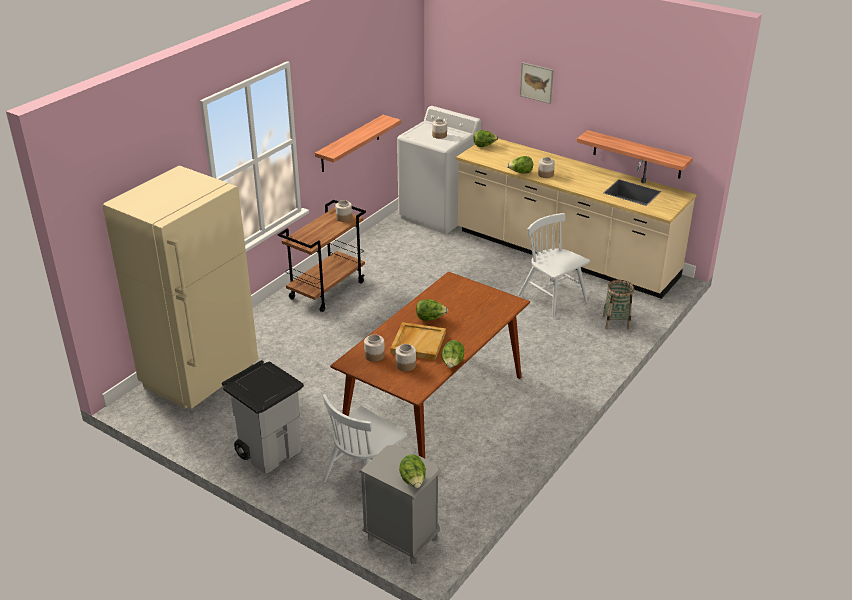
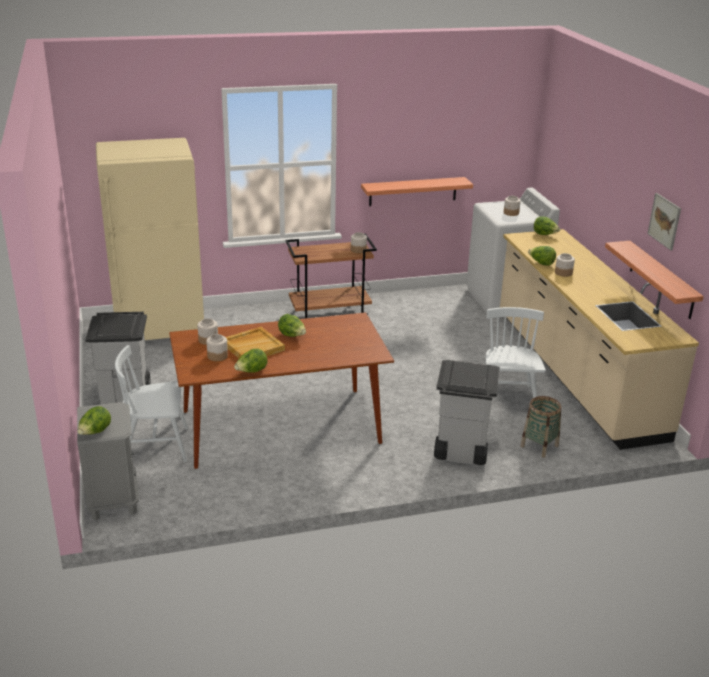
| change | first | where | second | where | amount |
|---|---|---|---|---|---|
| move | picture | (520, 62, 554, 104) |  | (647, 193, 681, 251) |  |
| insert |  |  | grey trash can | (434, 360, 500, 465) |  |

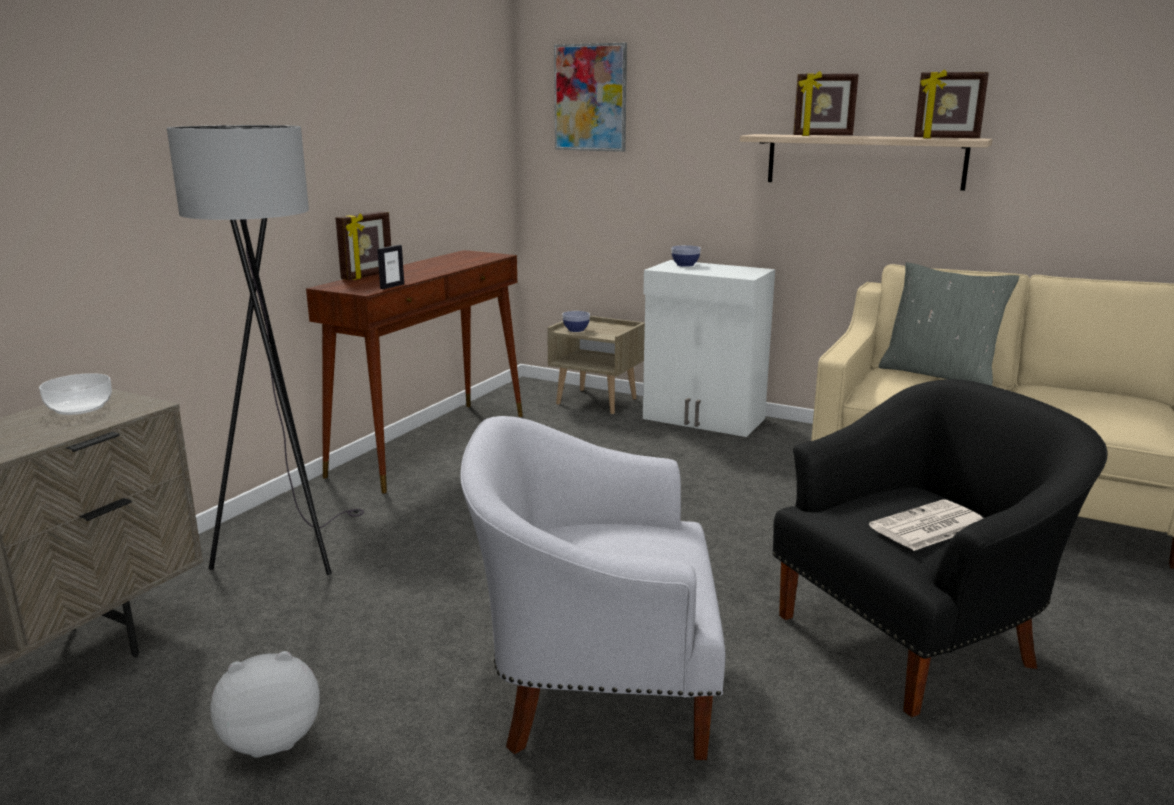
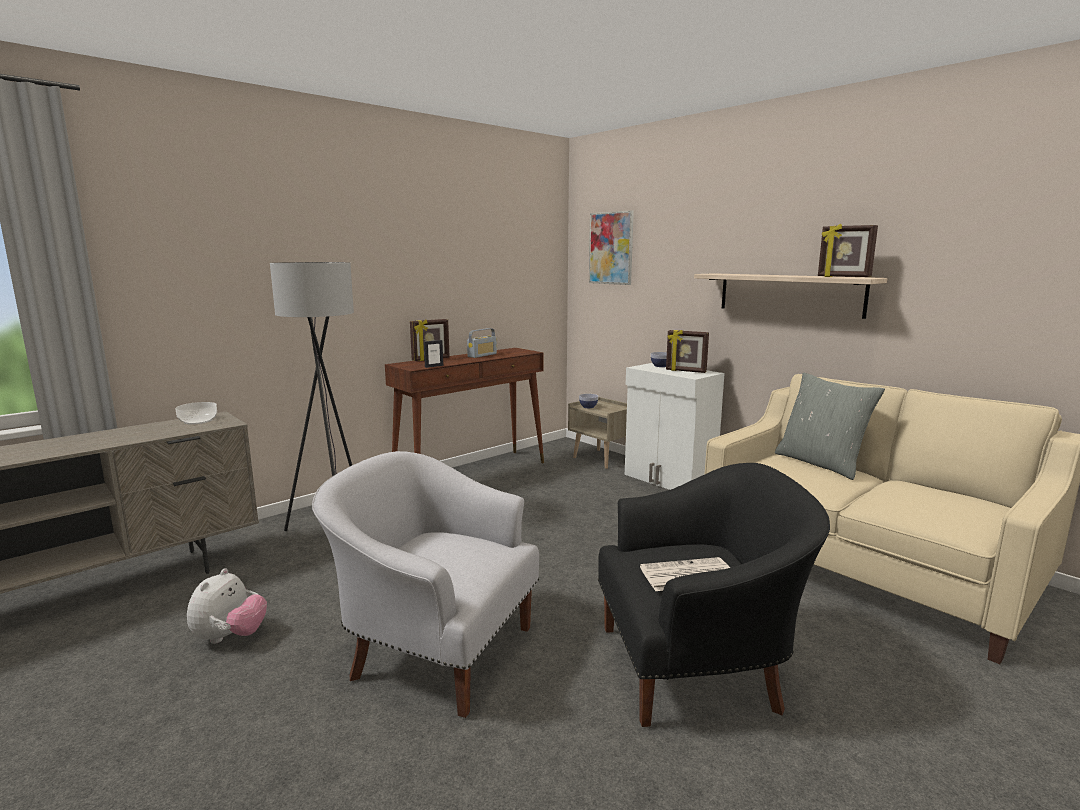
| change | first | where | second | where | amount |
|---|---|---|---|---|---|
| move | picture frame | (793, 71, 859, 136) |  | (666, 330, 709, 373) |  |
| rotate | plush toy | (210, 651, 319, 758) |  | (187, 568, 267, 644) | 105 degrees clockwise |
| insert |  |  | radio | (467, 328, 497, 358) |  |

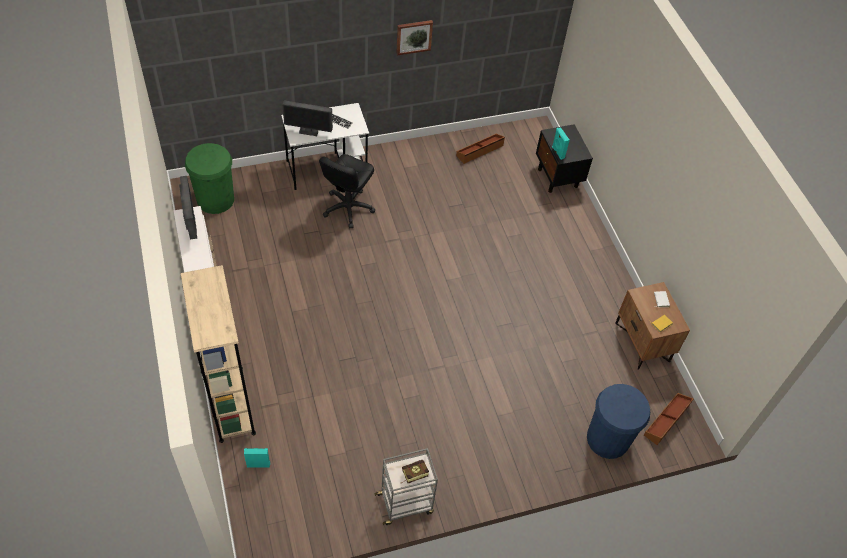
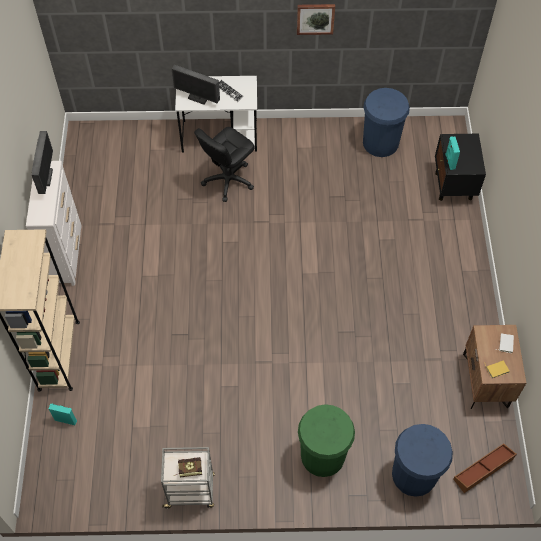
| change | first | where | second | where | amount |
|---|---|---|---|---|---|
| replace | brown storage box | (456, 134, 505, 164) | blue trash can | (363, 88, 410, 157) |  |
| move | green trash can | (185, 143, 234, 214) |  | (298, 404, 355, 477) |  |

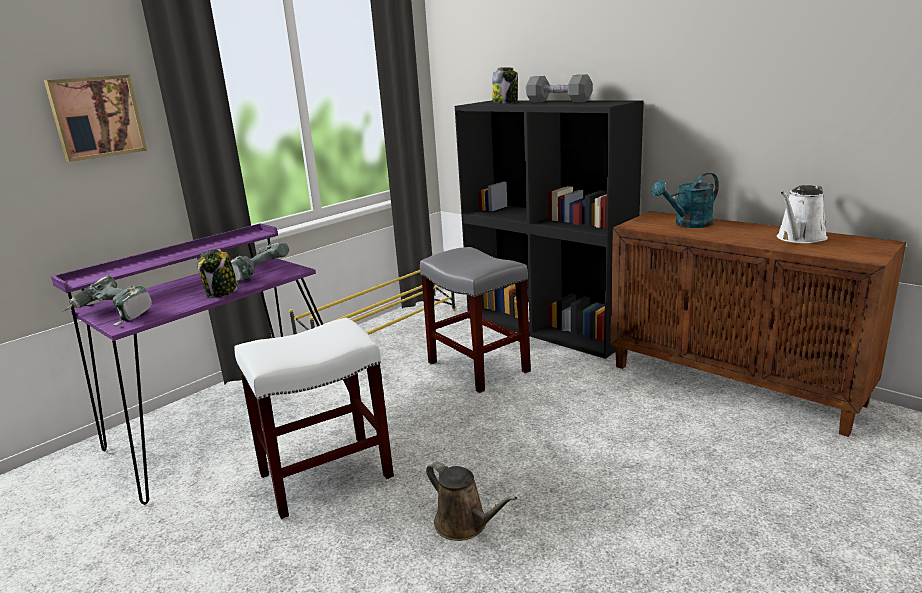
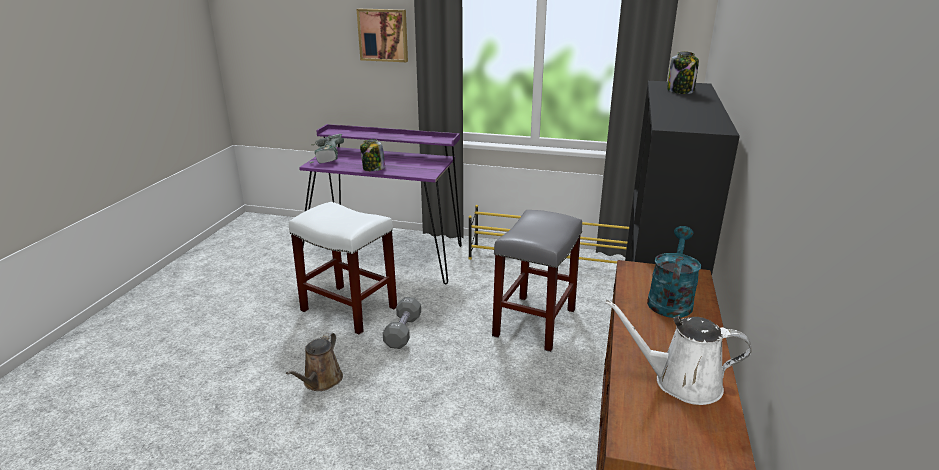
| change | first | where | second | where | amount |
|---|---|---|---|---|---|
| move | grey dumbbell | (526, 74, 593, 102) |  | (383, 297, 421, 349) |  |
| rotate | turquoise watering can | (652, 173, 719, 228) |  | (647, 226, 701, 318) | 75 degrees clockwise |
| delete | power drill | (231, 243, 289, 281) |  |  |  |

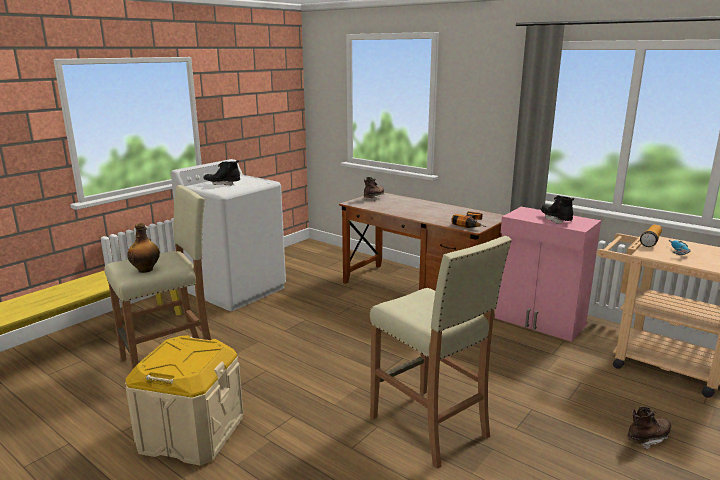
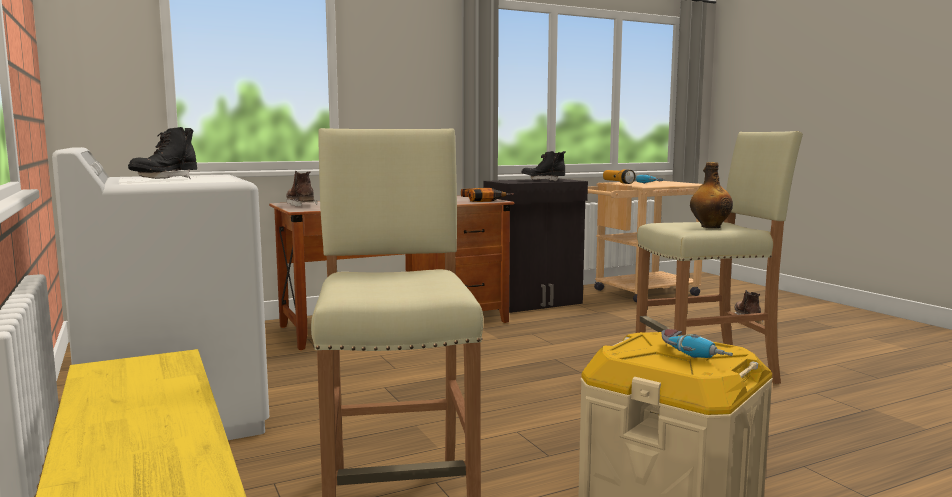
| change | first | where | second | where | amount |
|---|---|---|---|---|---|
| recolor | pink cabinet | (495, 207, 601, 342) | black cabinet | (483, 179, 588, 313) |  |
| move | bottle | (127, 223, 160, 273) |  | (690, 162, 733, 228) |  |
| insert |  |  | power drill | (662, 329, 733, 358) |  |

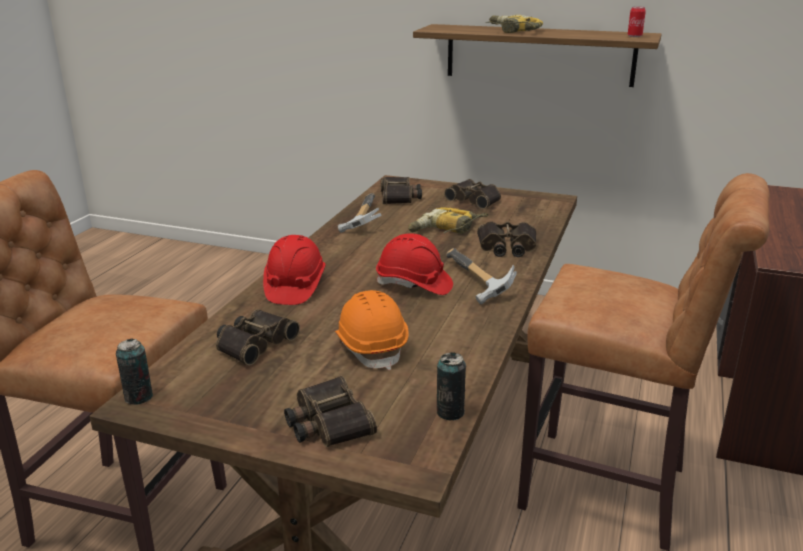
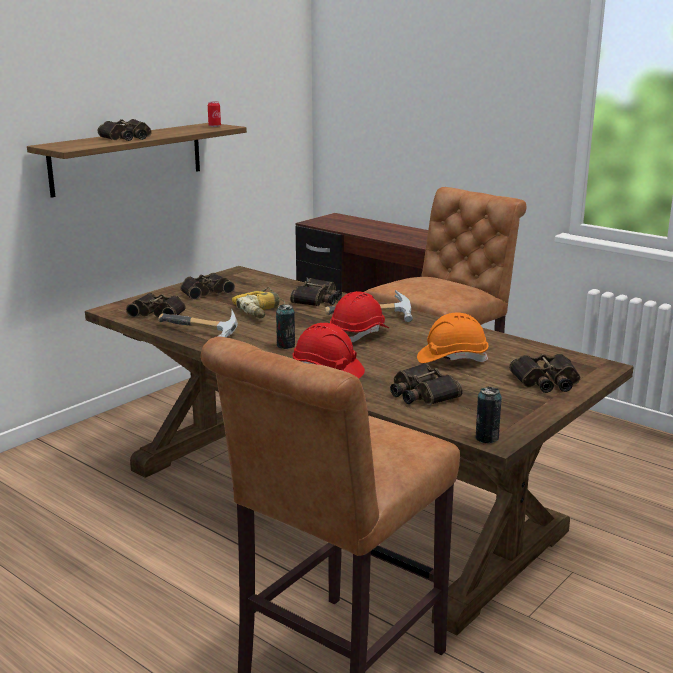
| change | first | where | second | where | amount |
|---|---|---|---|---|---|
| replace | power drill | (485, 15, 543, 33) | binoculars | (98, 119, 152, 141) |  |
| move | can | (437, 352, 466, 420) |  | (276, 304, 295, 349) |  |

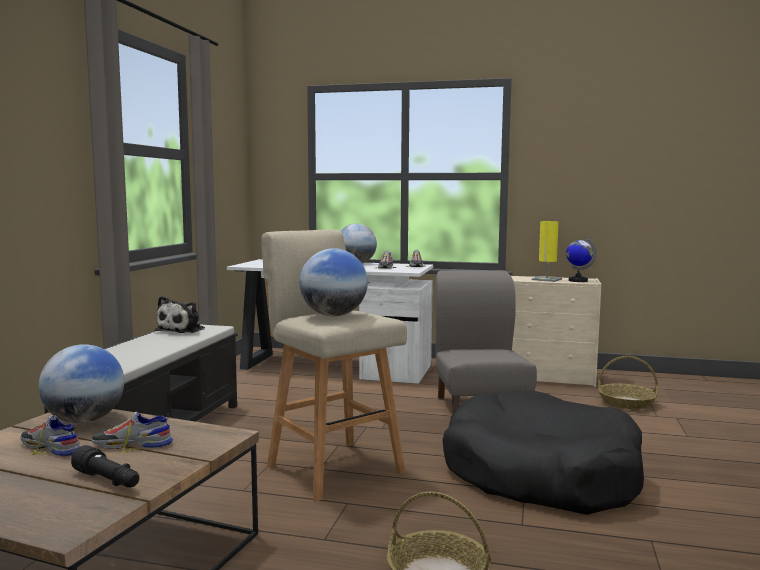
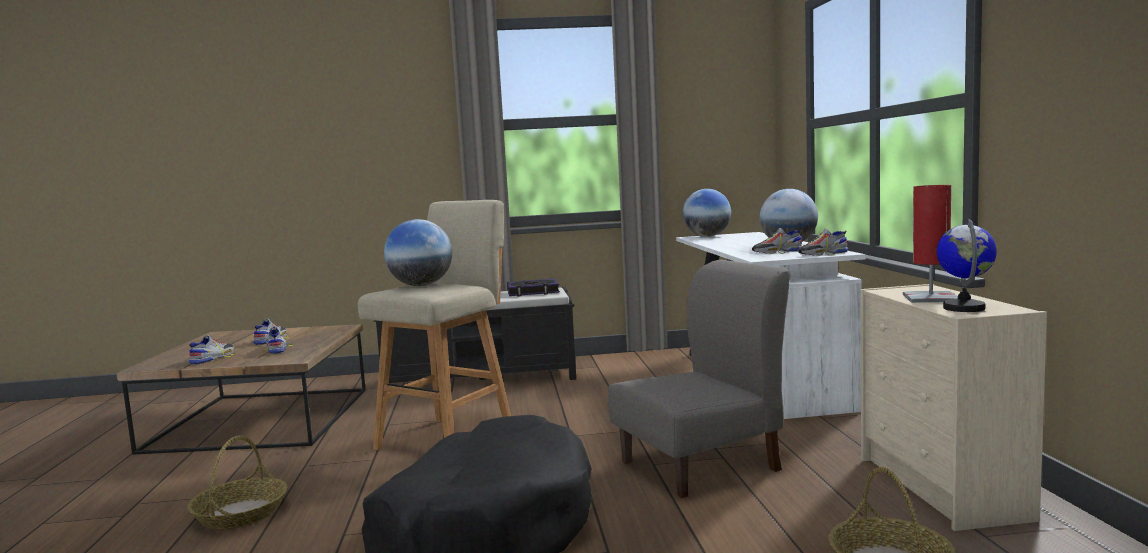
| change | first | where | second | where | amount |
|---|---|---|---|---|---|
| recolor | yellow table lamp | (532, 221, 562, 282) | red table lamp | (903, 185, 958, 303) |  |
| replace | plush toy | (155, 296, 205, 333) | book | (507, 278, 560, 297) |  |
| move | globe | (39, 344, 124, 423) |  | (683, 189, 731, 237) |  |
| replace | black flashlight | (71, 445, 139, 488) | shoe | (189, 335, 234, 365) |  |

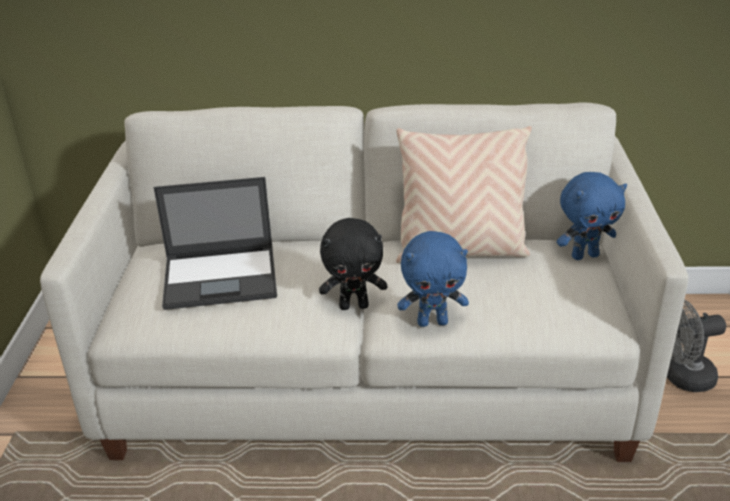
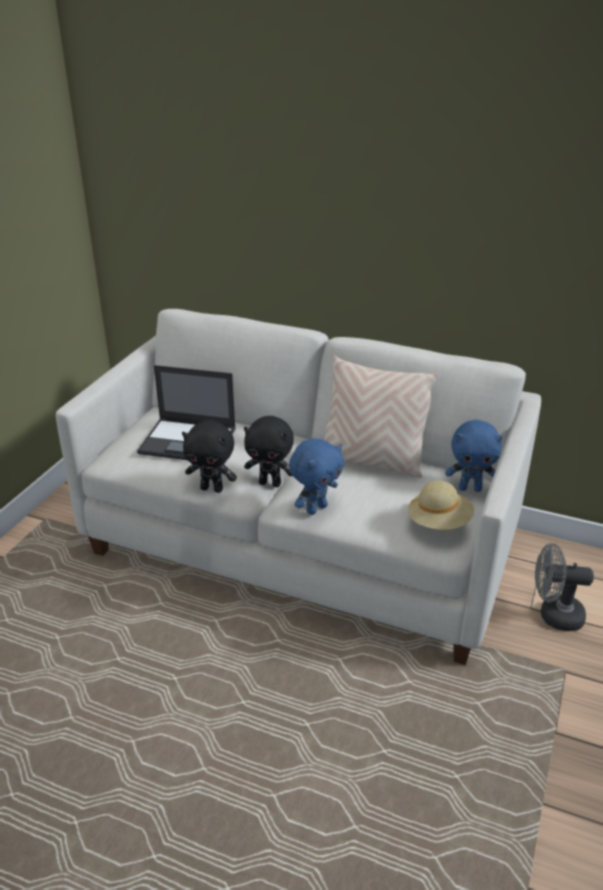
| change | first | where | second | where | amount |
|---|---|---|---|---|---|
| rotate | blue plush toy | (397, 231, 469, 327) |  | (289, 439, 344, 515) | 60 degrees counterclockwise |
| insert |  |  | black plush toy | (182, 420, 237, 493) |  |
| insert |  |  | beige hat | (408, 481, 474, 530) |  |

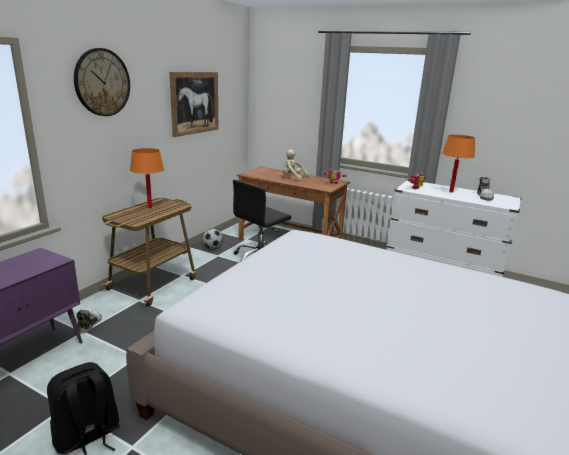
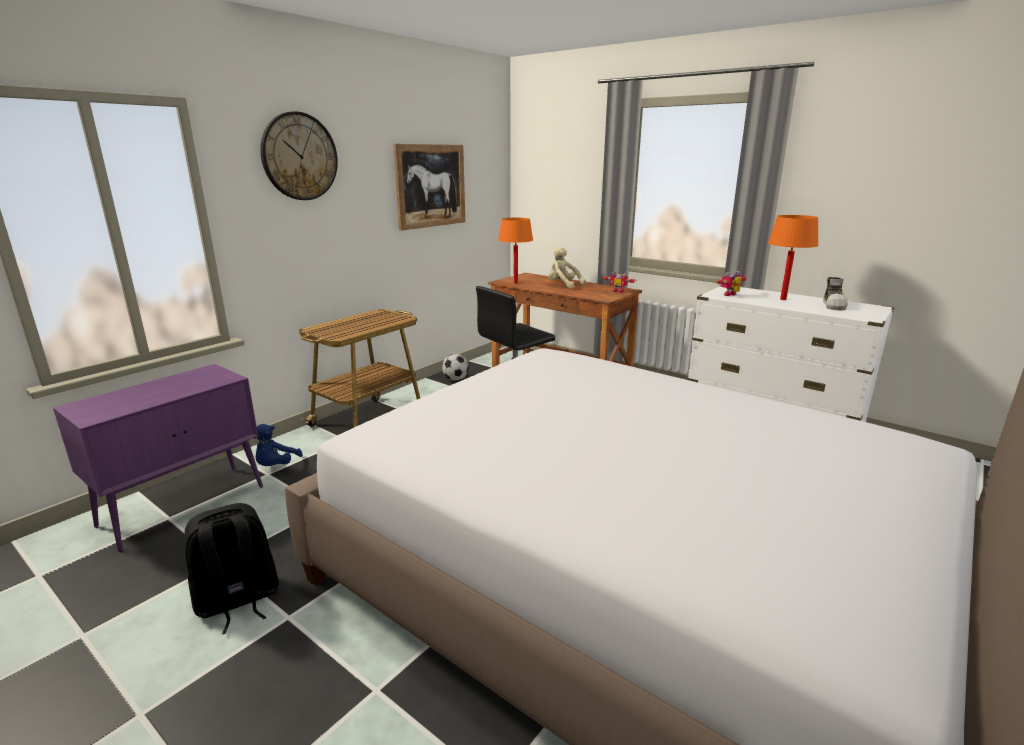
| change | first | where | second | where | amount |
|---|---|---|---|---|---|
| move | orange table lamp | (130, 148, 164, 209) |  | (498, 218, 533, 283) |  |
| replace | shoe | (76, 309, 102, 334) | blue plush toy | (255, 424, 303, 466) |  |

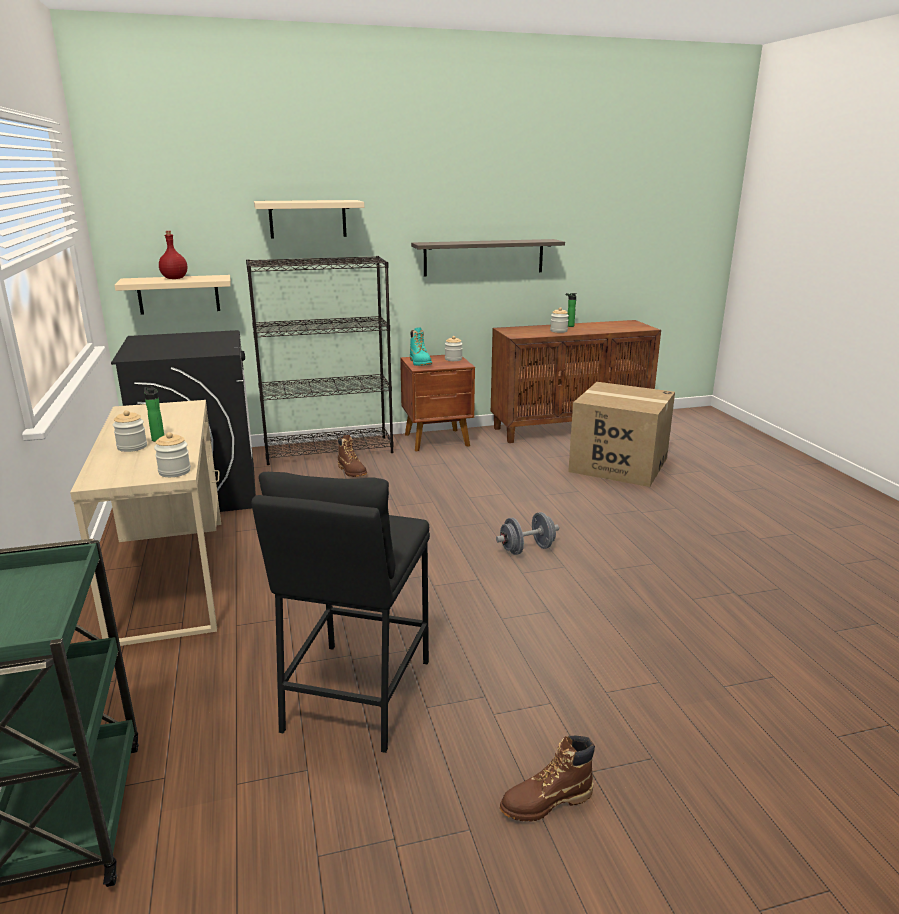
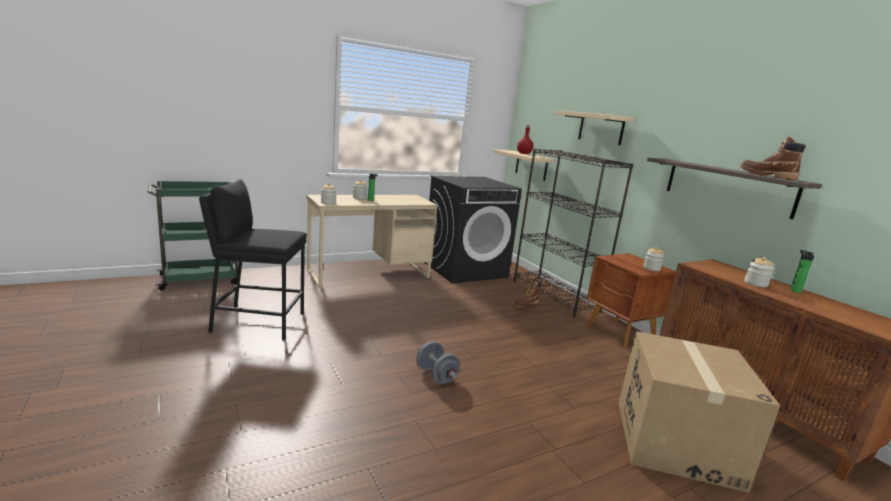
| change | first | where | second | where | amount |
|---|---|---|---|---|---|
| delete | turquoise boot | (410, 327, 432, 366) |  |  |  |
| move | brown boot | (500, 736, 595, 821) |  | (740, 137, 806, 180) |  |

